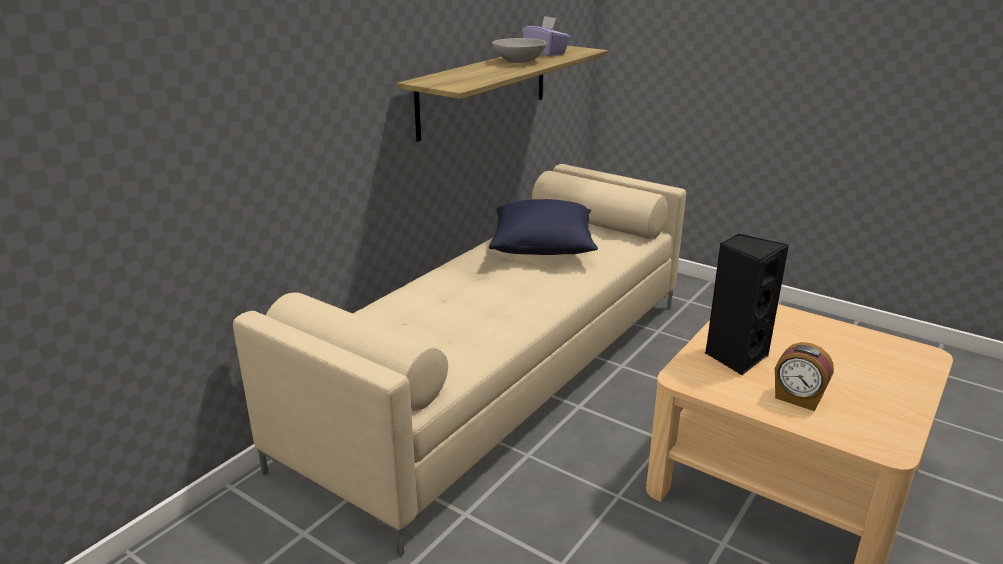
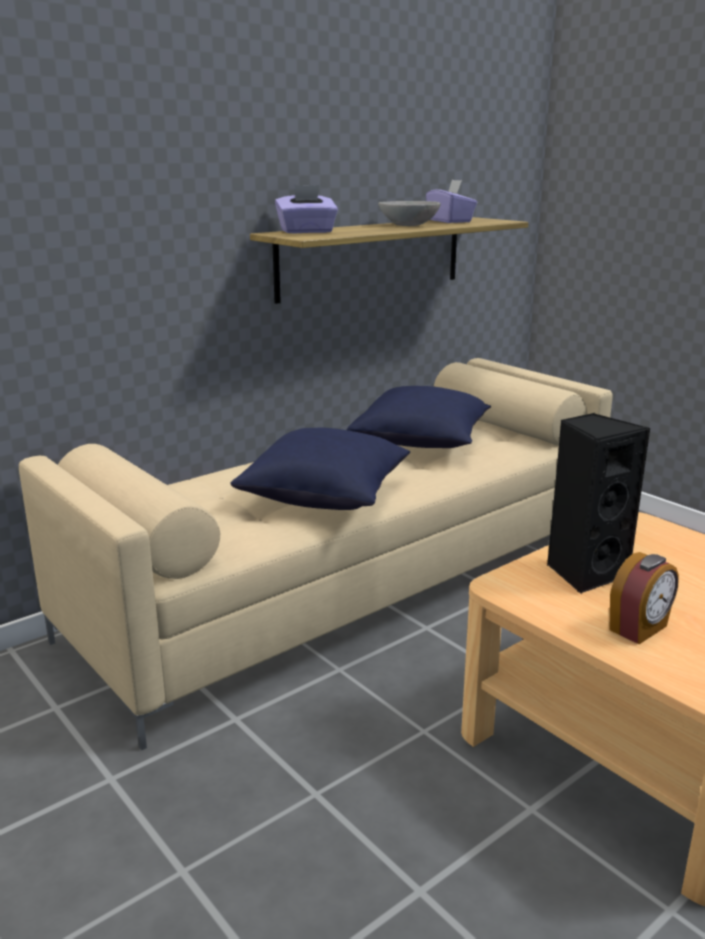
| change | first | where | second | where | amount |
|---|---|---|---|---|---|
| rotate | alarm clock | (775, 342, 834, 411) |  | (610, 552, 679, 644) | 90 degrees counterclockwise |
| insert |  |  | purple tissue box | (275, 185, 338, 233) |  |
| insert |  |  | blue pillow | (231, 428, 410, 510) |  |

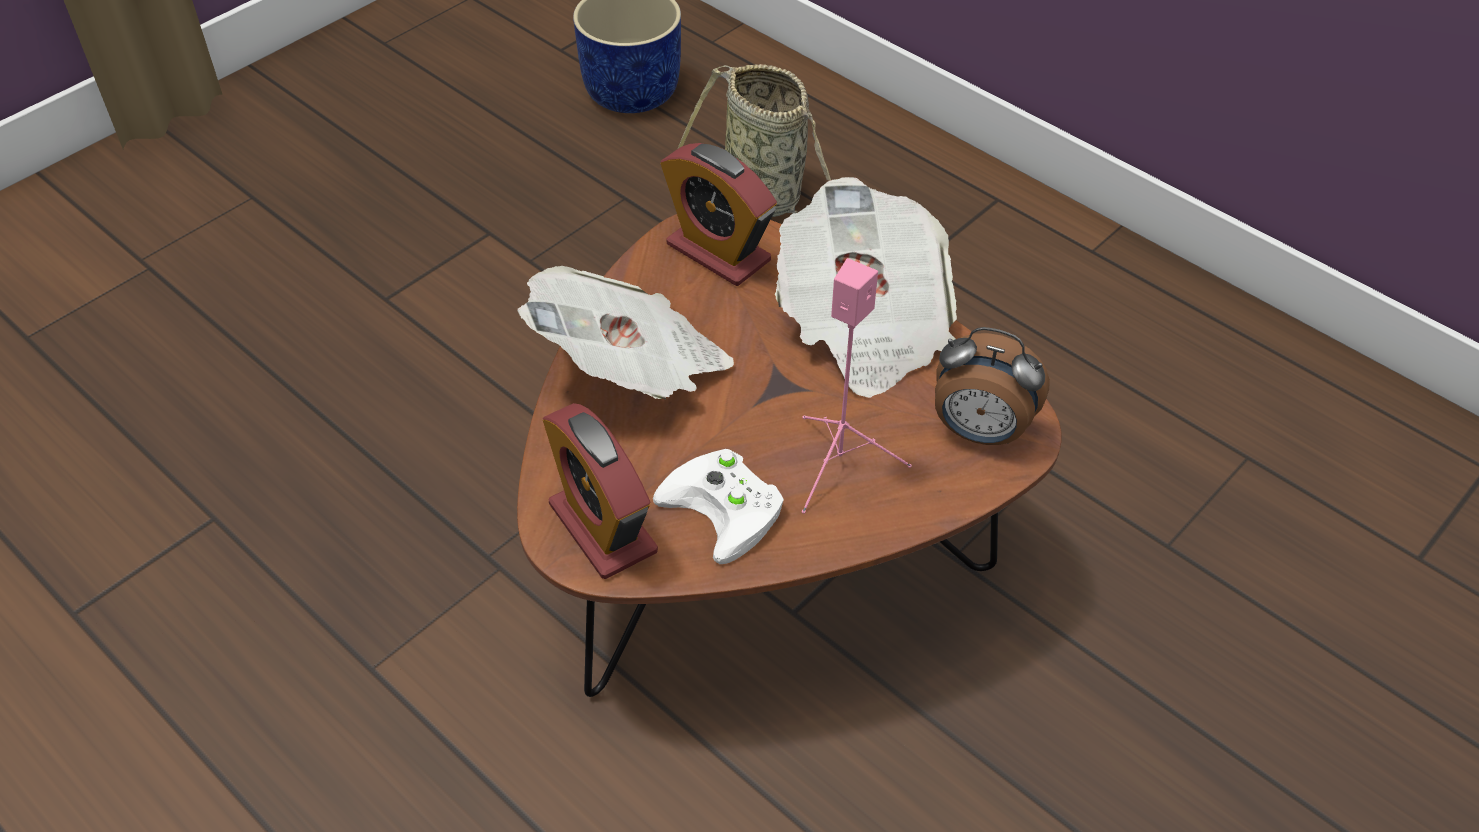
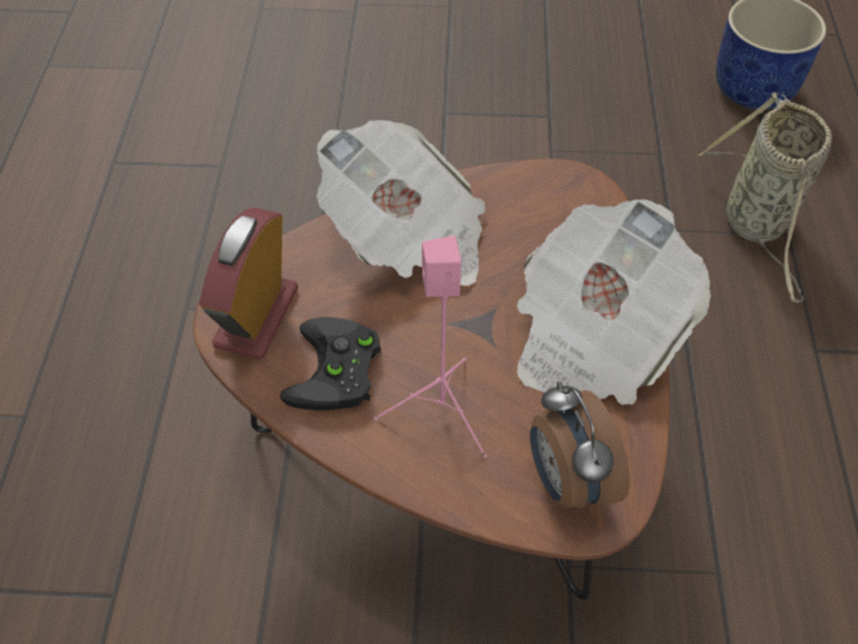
| change | first | where | second | where | amount |
|---|---|---|---|---|---|
| delete | alarm clock | (661, 143, 777, 286) |  |  |  |
| recolor | white game controller | (653, 449, 784, 564) | black game controller | (280, 317, 381, 410) |  |

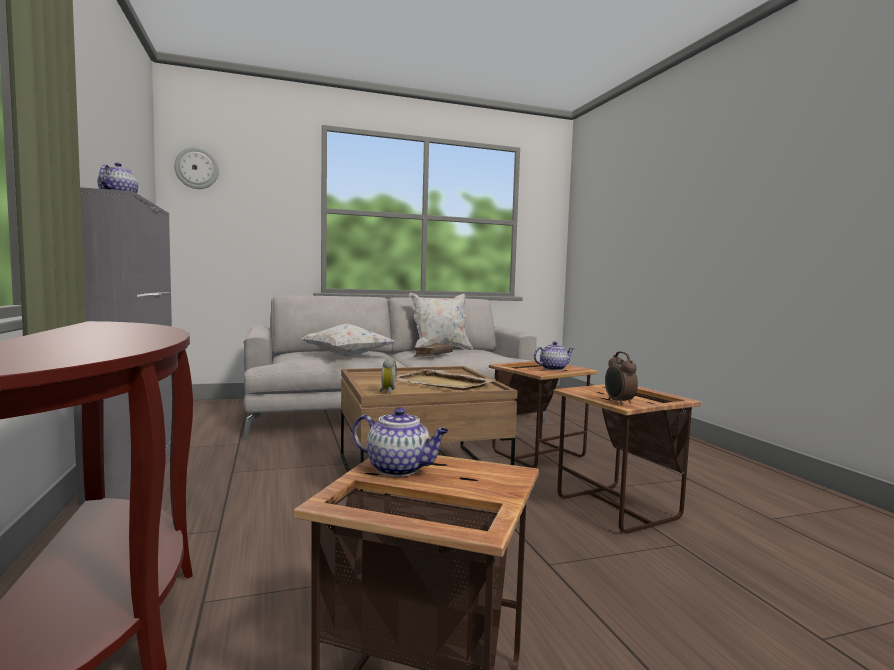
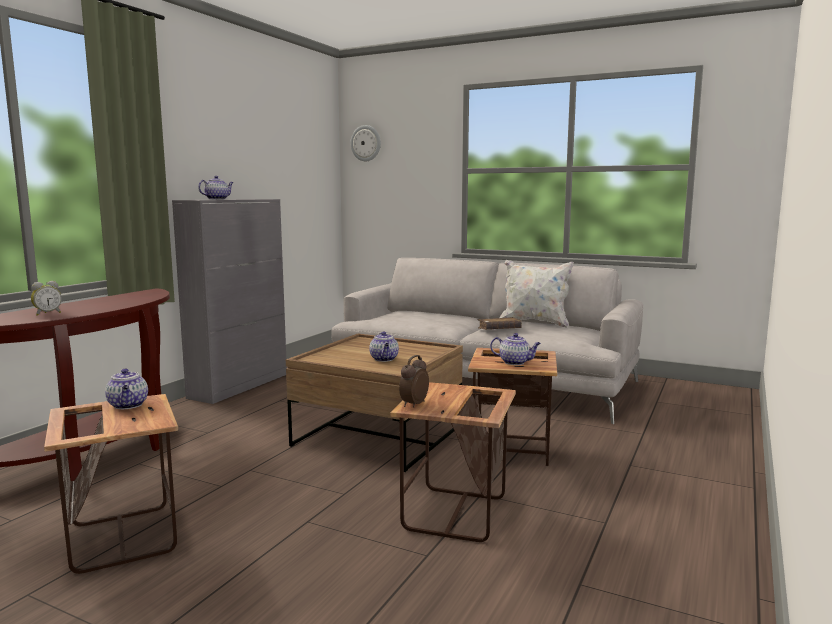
| change | first | where | second | where | amount |
|---|---|---|---|---|---|
| delete | white pillow | (300, 324, 395, 357) |  |  |  |
| move | alarm clock | (380, 357, 397, 394) |  | (31, 281, 62, 316) |  |
| replace | beige tray | (396, 369, 494, 390) | teapot | (369, 331, 399, 362) |  |

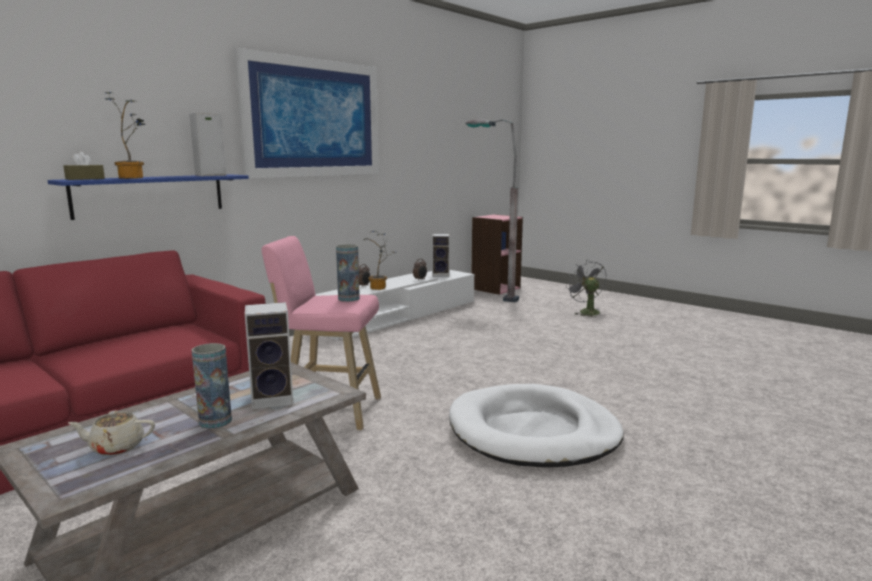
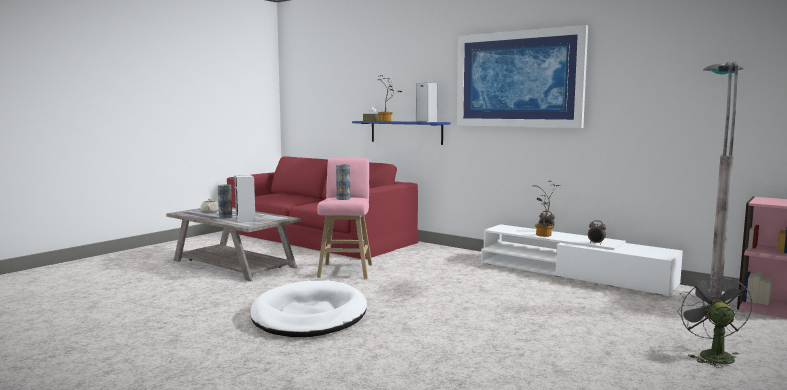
| change | first | where | second | where | amount |
|---|---|---|---|---|---|
| delete | speaker | (432, 234, 449, 277) |  |  |  |
| rotate | grey fan | (566, 260, 606, 317) |  | (677, 273, 753, 368) | 60 degrees counterclockwise |

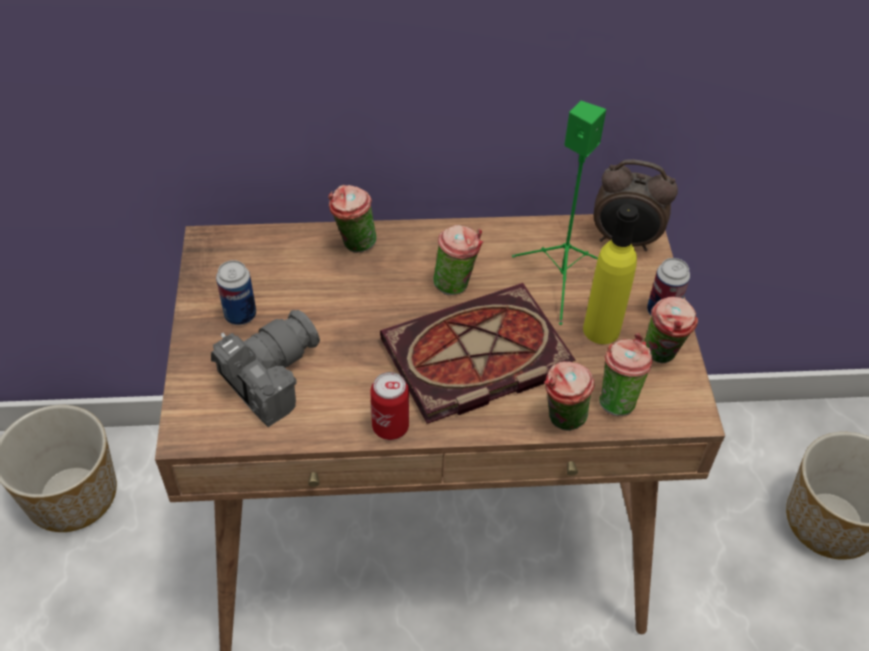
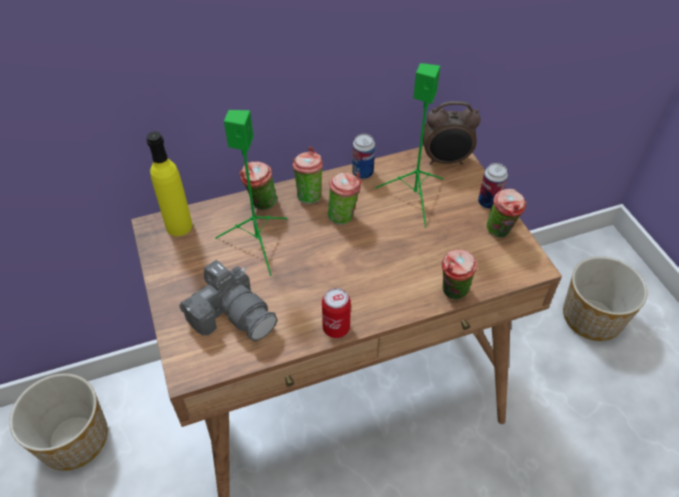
| change | first | where | second | where | amount |
|---|---|---|---|---|---|
| move | yellow bottle | (583, 204, 639, 344) |  | (147, 131, 192, 236) |  |
| move | can | (216, 260, 256, 325) |  | (352, 134, 375, 179) |  |
| delete | book | (380, 283, 576, 424) |  |  |  |
| rotate | photo camera | (211, 310, 320, 427) |  | (180, 260, 277, 341) | 105 degrees clockwise |
| move | cup | (599, 333, 653, 416) |  | (292, 147, 323, 204) |  |
| insert |  |  | green speaker | (215, 110, 288, 276) |  |

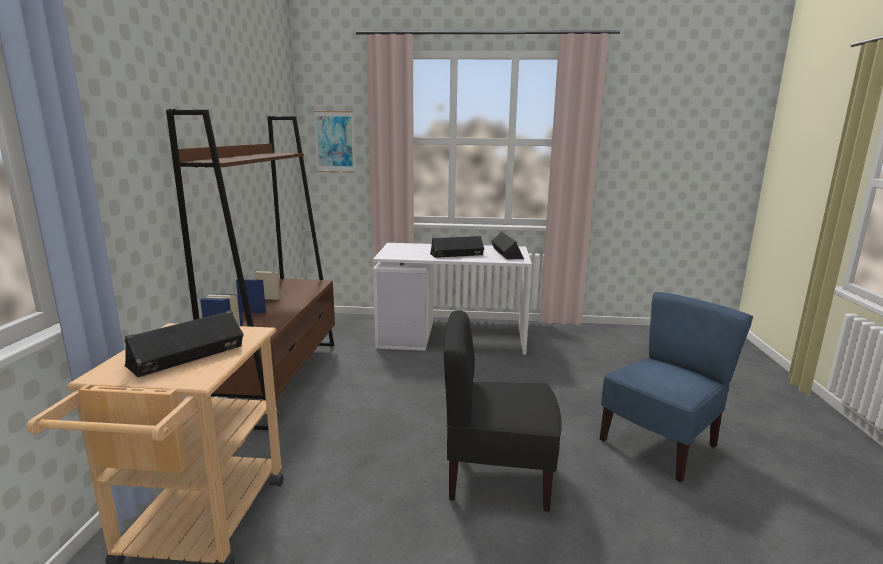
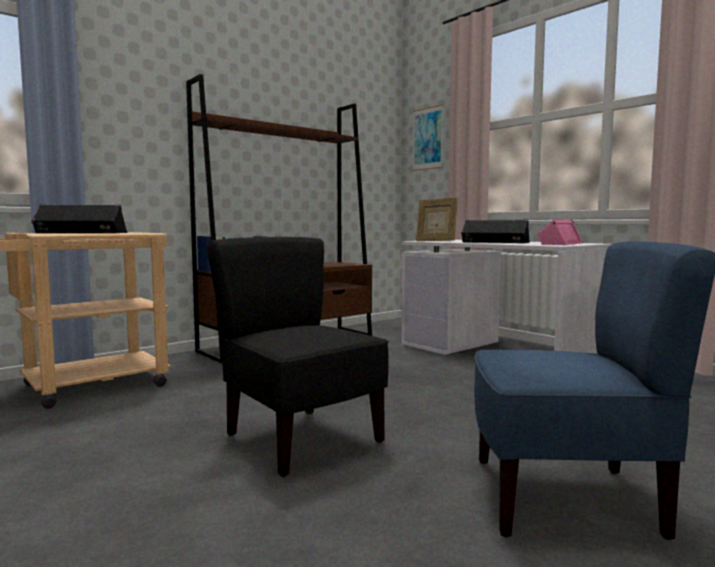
| change | first | where | second | where | amount |
|---|---|---|---|---|---|
| recolor | black speaker | (491, 231, 524, 260) | pink speaker | (537, 219, 583, 245) |  |
| insert |  |  | picture frame | (416, 197, 458, 241) |  |

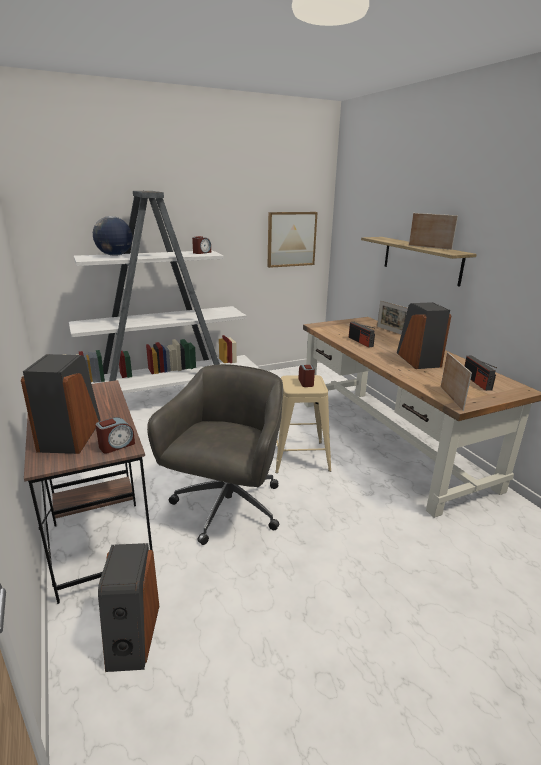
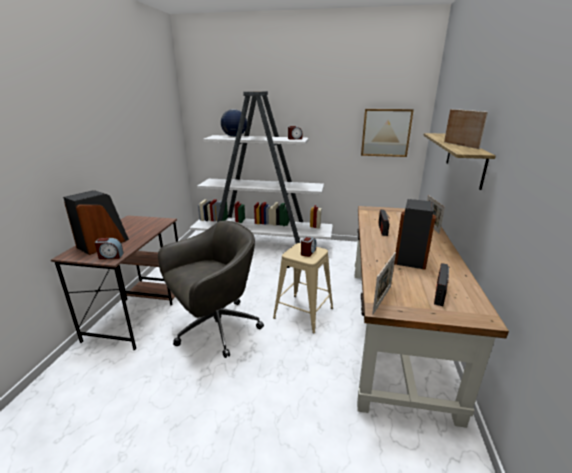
| change | first | where | second | where | amount |
|---|---|---|---|---|---|
| delete | speaker | (98, 543, 159, 672) |  |  |  |

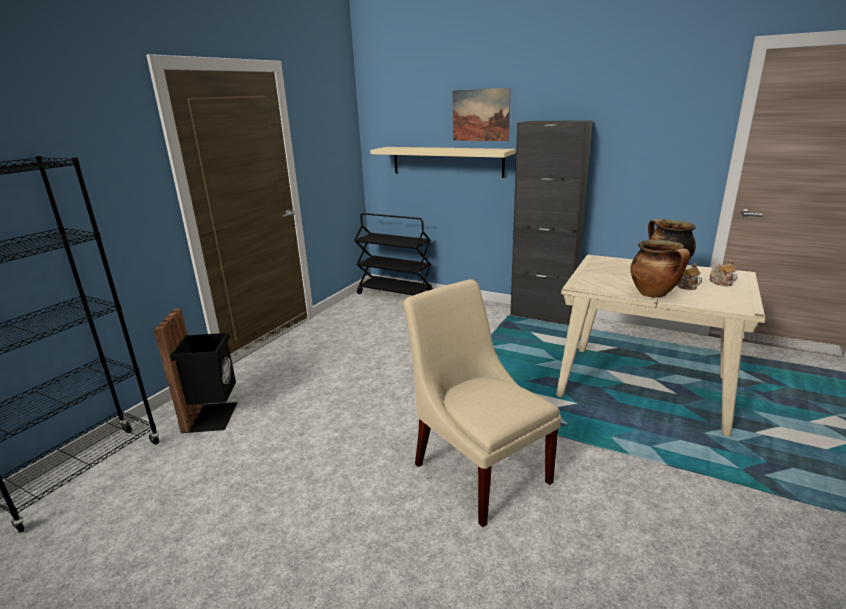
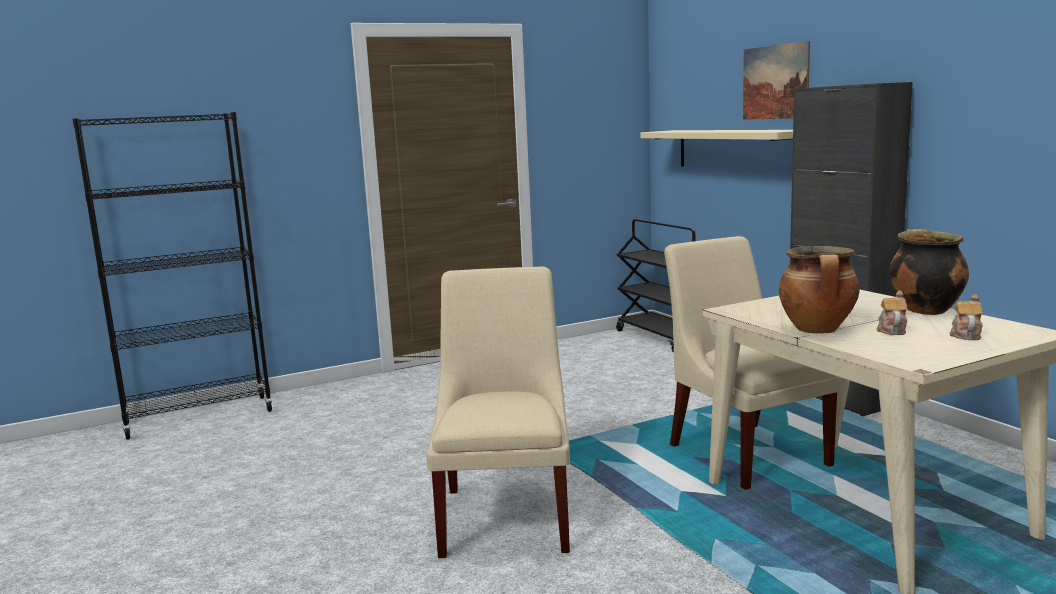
| change | first | where | second | where | amount |
|---|---|---|---|---|---|
| delete | black trash can | (154, 308, 238, 433) |  |  |  |
| insert |  |  | beige chair | (664, 236, 840, 490) |  |

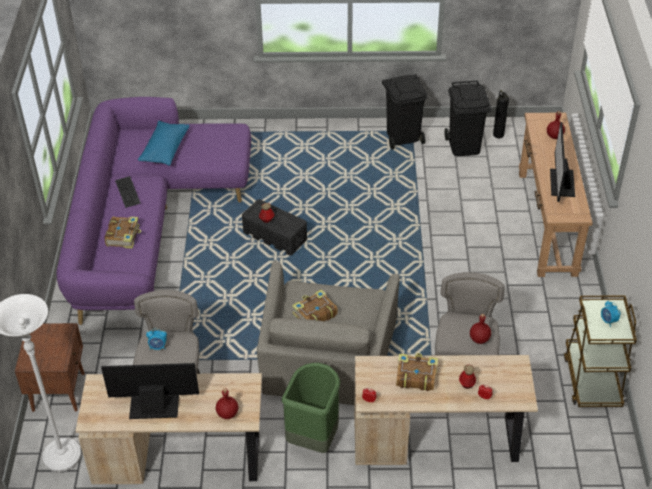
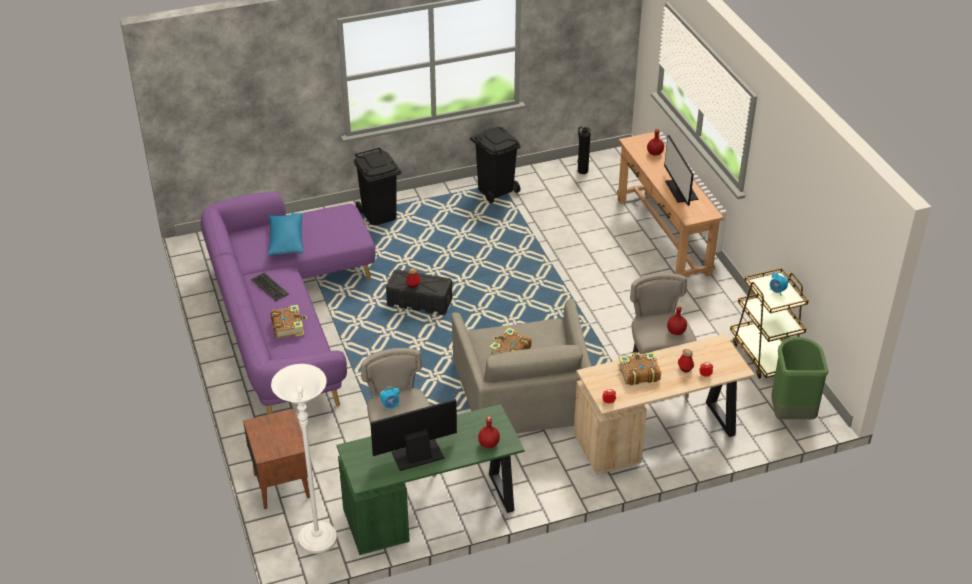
| change | first | where | second | where | amount |
|---|---|---|---|---|---|
| move | black trash can | (444, 80, 492, 156) |  | (354, 148, 401, 225) |  |
| move | green trash can | (281, 363, 340, 453) |  | (771, 337, 829, 419) |  |
| recolor | beige desk | (76, 373, 262, 484) | green desk | (337, 404, 524, 555) |  |

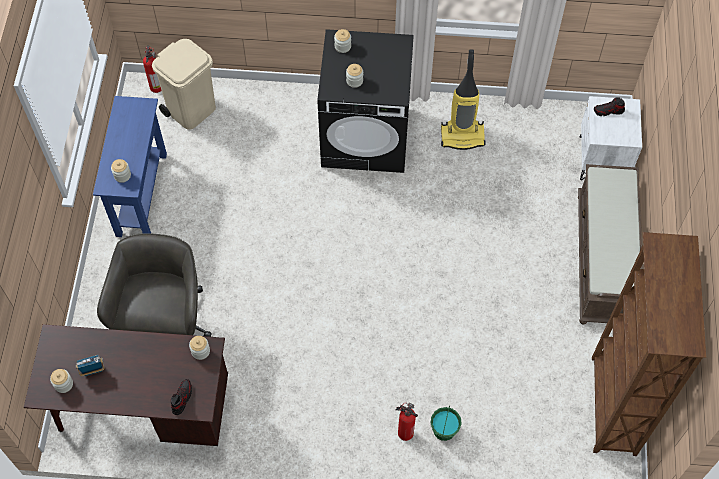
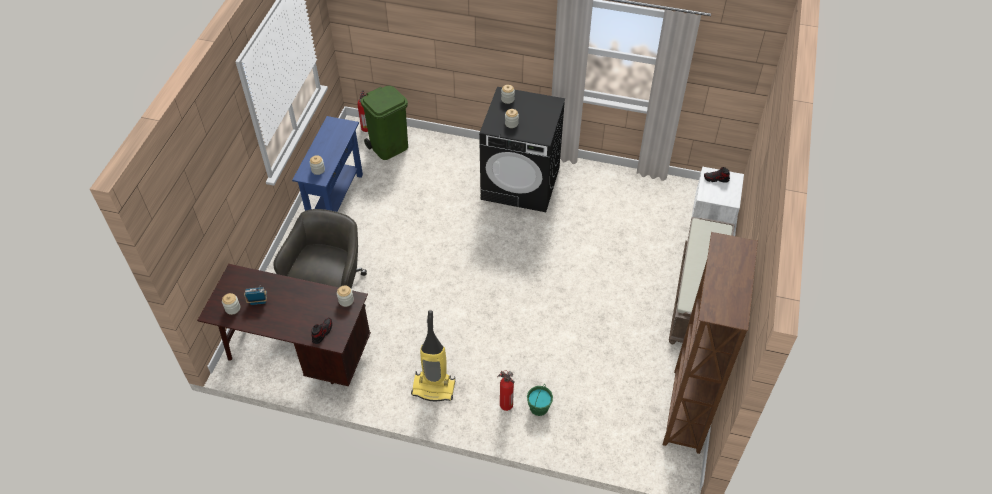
| change | first | where | second | where | amount |
|---|---|---|---|---|---|
| recolor | beige trash can | (152, 39, 216, 130) | green trash can | (361, 86, 408, 160) |  |
| move | vacuum cleaner | (441, 50, 486, 150) |  | (411, 310, 455, 401) |  |

